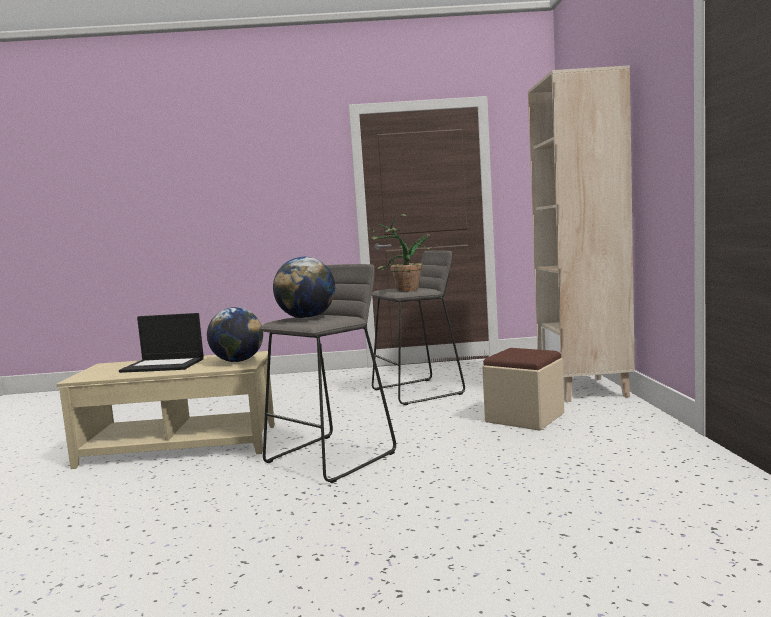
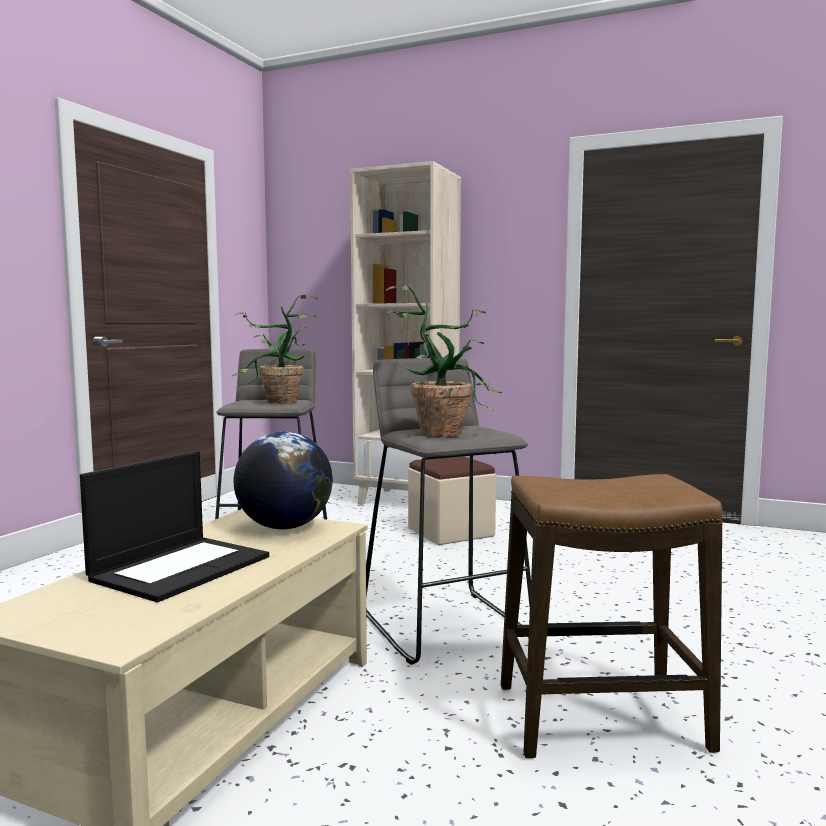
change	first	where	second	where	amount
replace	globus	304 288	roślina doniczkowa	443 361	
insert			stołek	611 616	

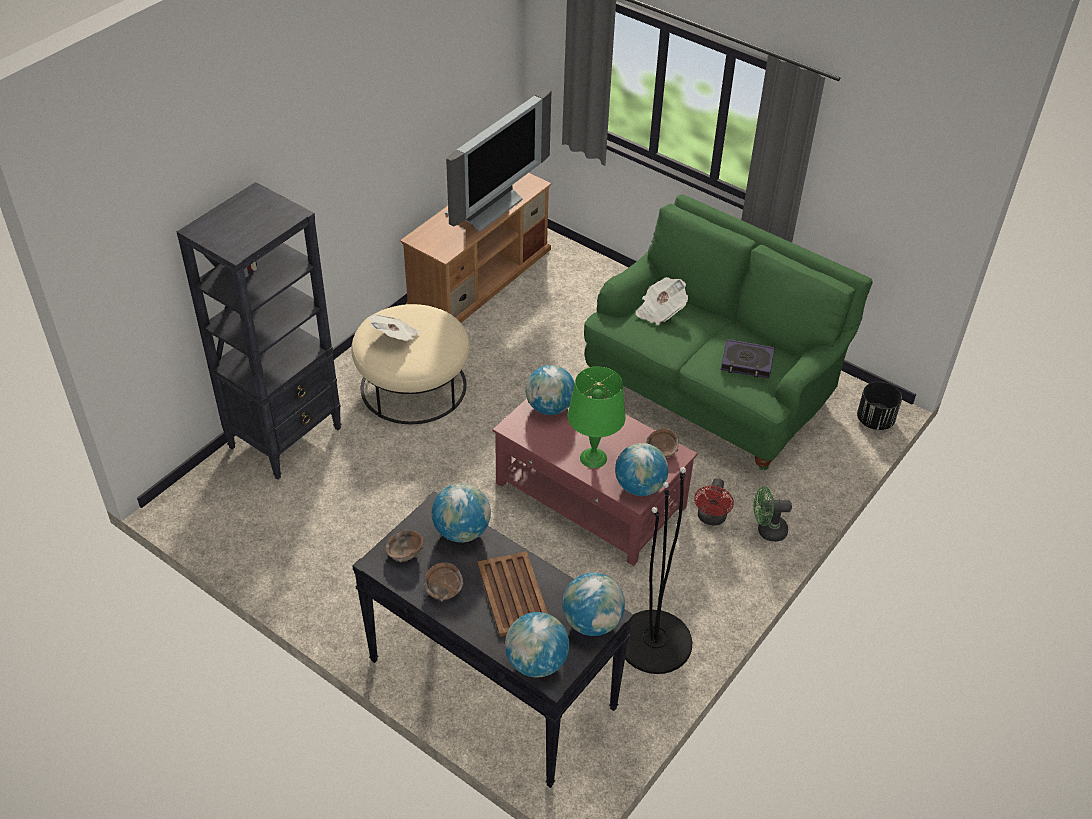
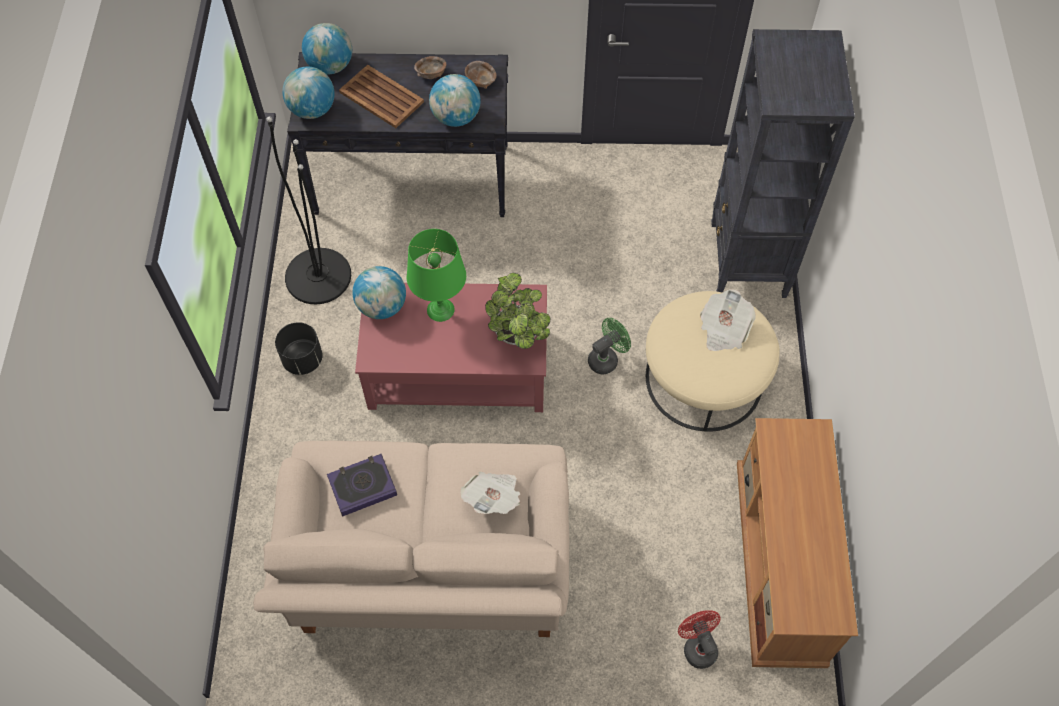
change	first	where	second	where	amount
recolor	kanapa/zielony	728 332	kanapa/beżowy	411 539	
move	donica/czarny	879 406		298 348	
replace	globus	550 390	roślina doniczkowa	517 311	
move	wentylator/zielony	772 514		609 346	
move	wentylator/czerwony	714 501		699 640	
delete	telewizor	498 160			
delete	miska/brązowy	662 443			

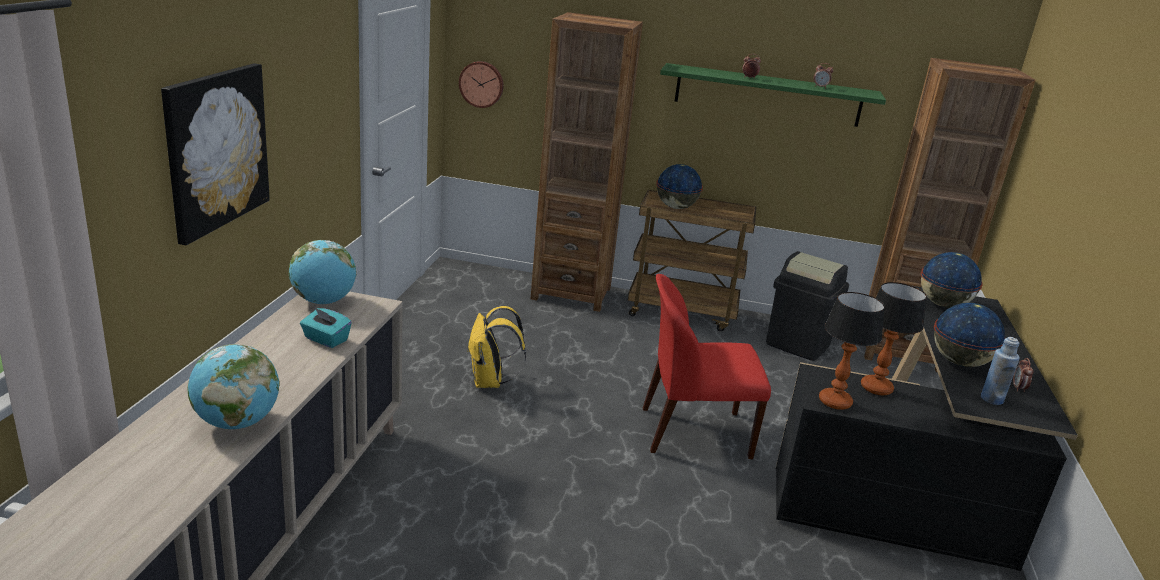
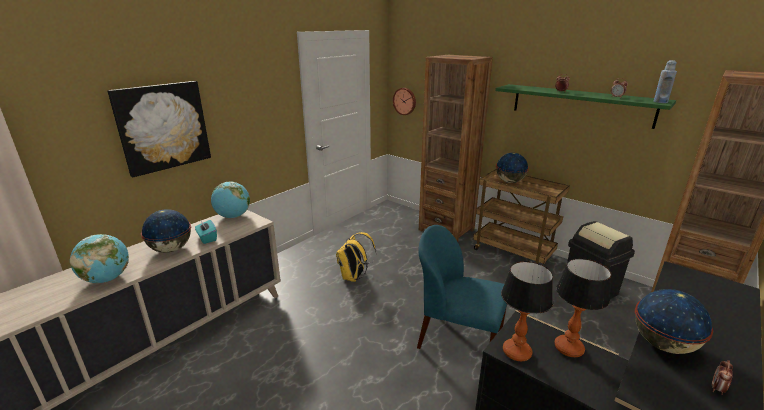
change	first	where	second	where	amount
move	globus	952 280		166 231	
recolor	krzesło/czerwony	707 366	krzesło/niebieski	462 287	
move	butelka/niebieski	1000 371		665 81	

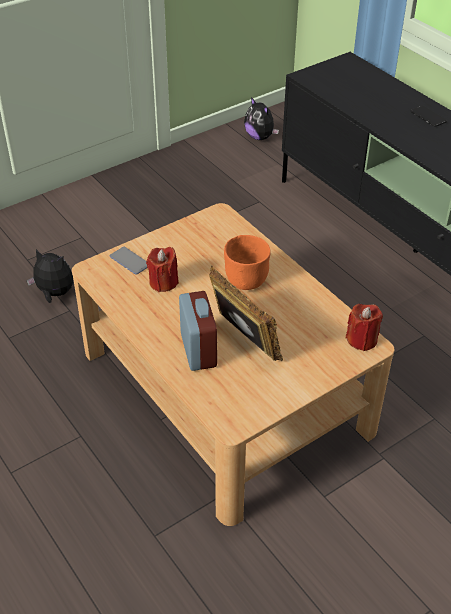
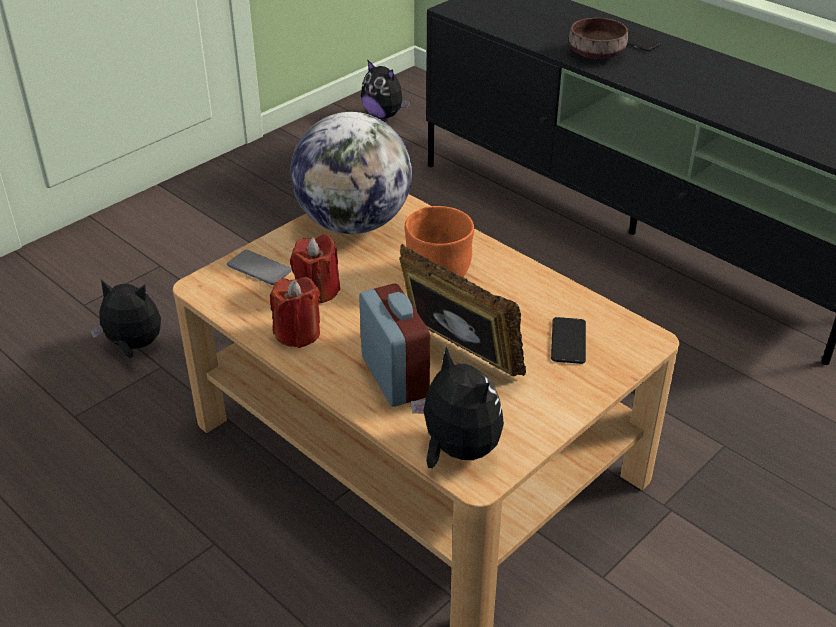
change	first	where	second	where	amount
move	świeca/czerwony	364 327		295 312	
insert			globus	351 173	
insert			pluszak	457 407	
insert			telefon	568 340	
insert			miska/brązowy	598 38	

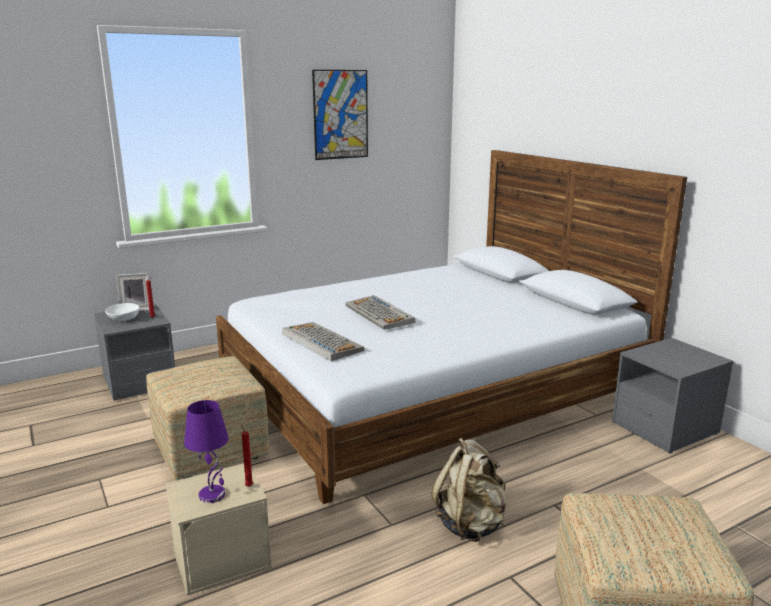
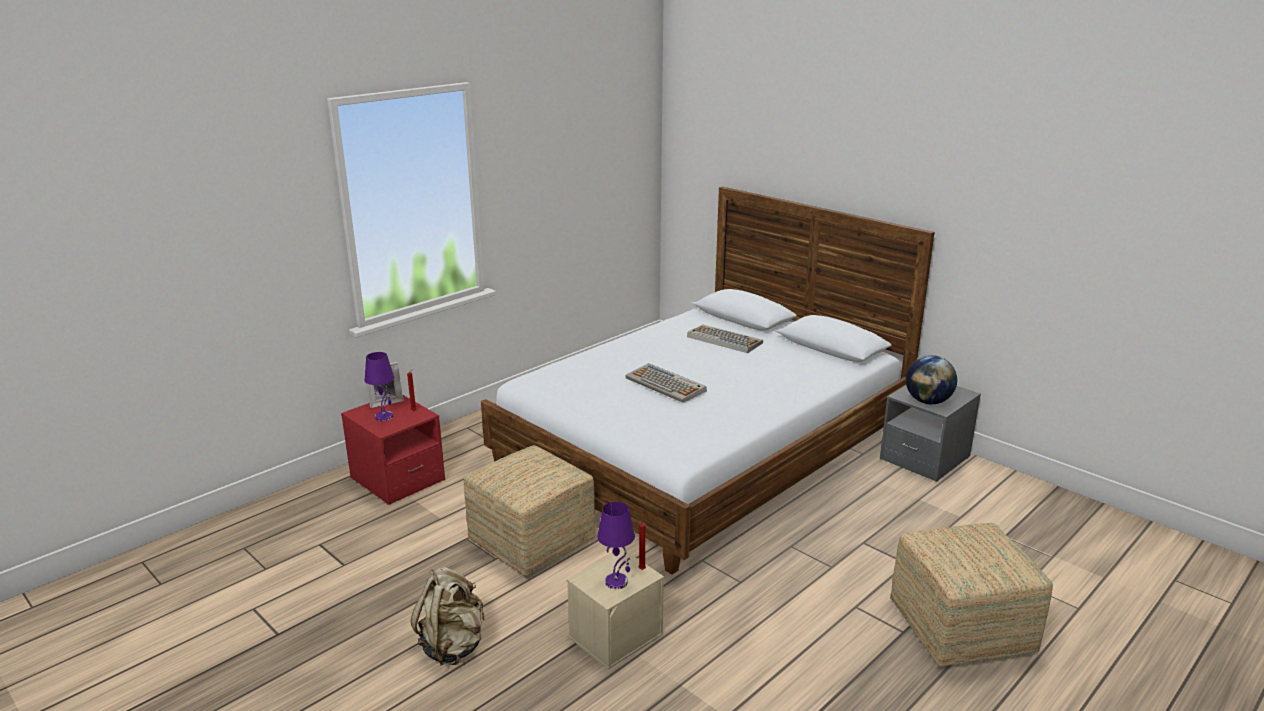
change	first	where	second	where	amount
recolor	szafka nocna/szary	134 352	szafka nocna/czerwony	393 450	
replace	miska/biały	122 312	lampa stołowa/fioletowy	379 386	
move	plecak/beżowy	469 490		447 616	
move	klawiatura	323 341		725 339	
insert			globus	931 379	
delete	obraz	340 115			

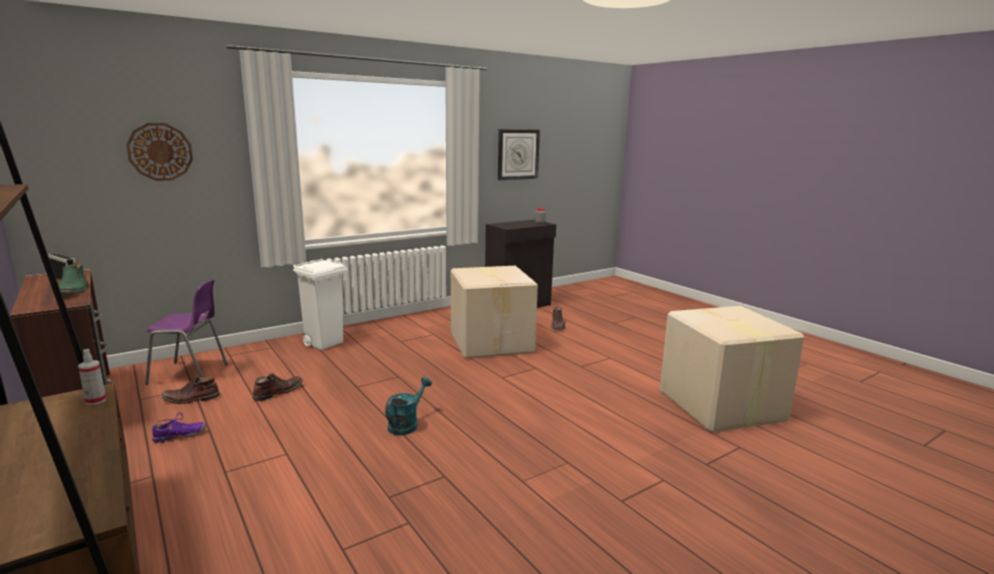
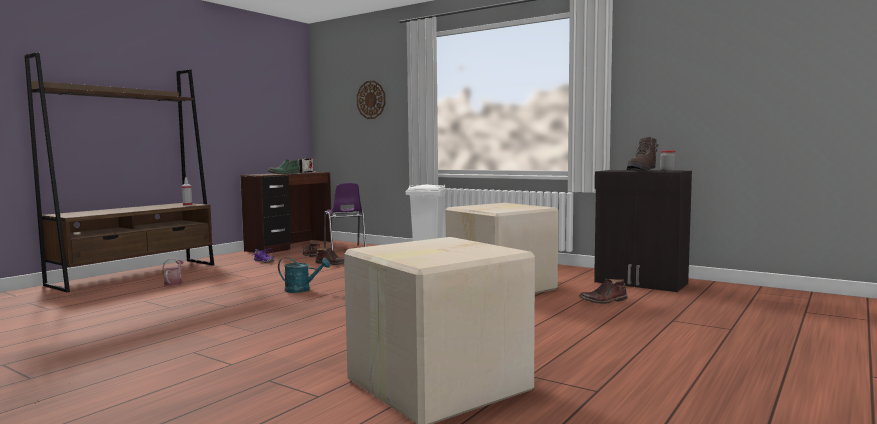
change	first	where	second	where	amount
insert			konewka	173 272	
insert			but z cholewką/brązowy	642 154	
delete	zegar ścienny	519 154			

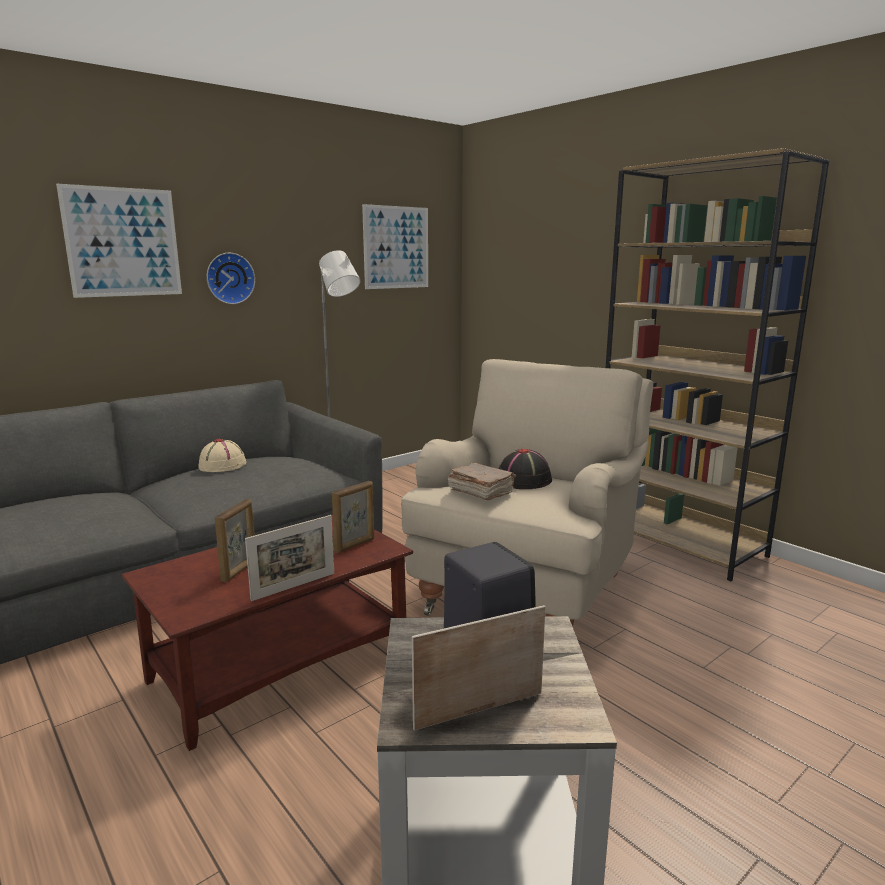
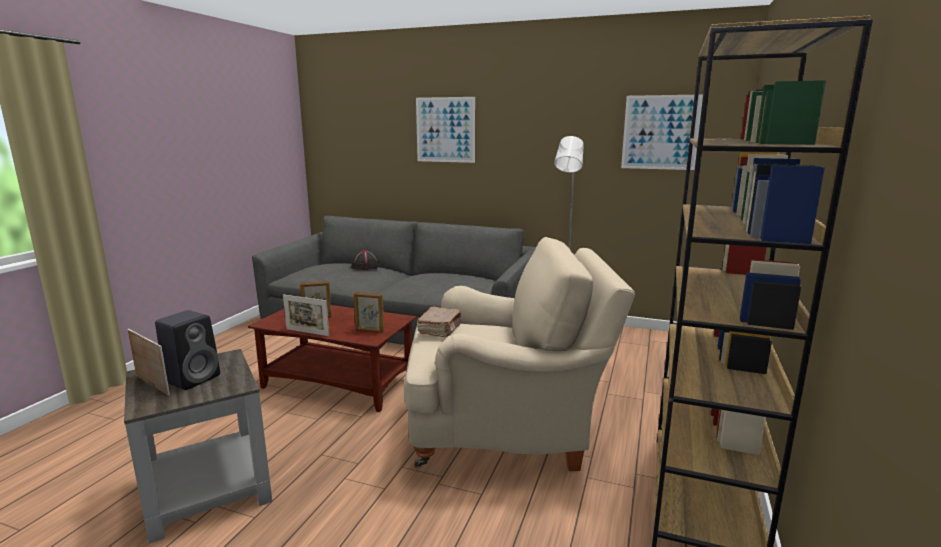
change	first	where	second	where	amount
move	kapelusz/czarny	525 469		365 260	
delete	kapelusz/beżowy	222 455			
delete	zegar ścienny	231 278			

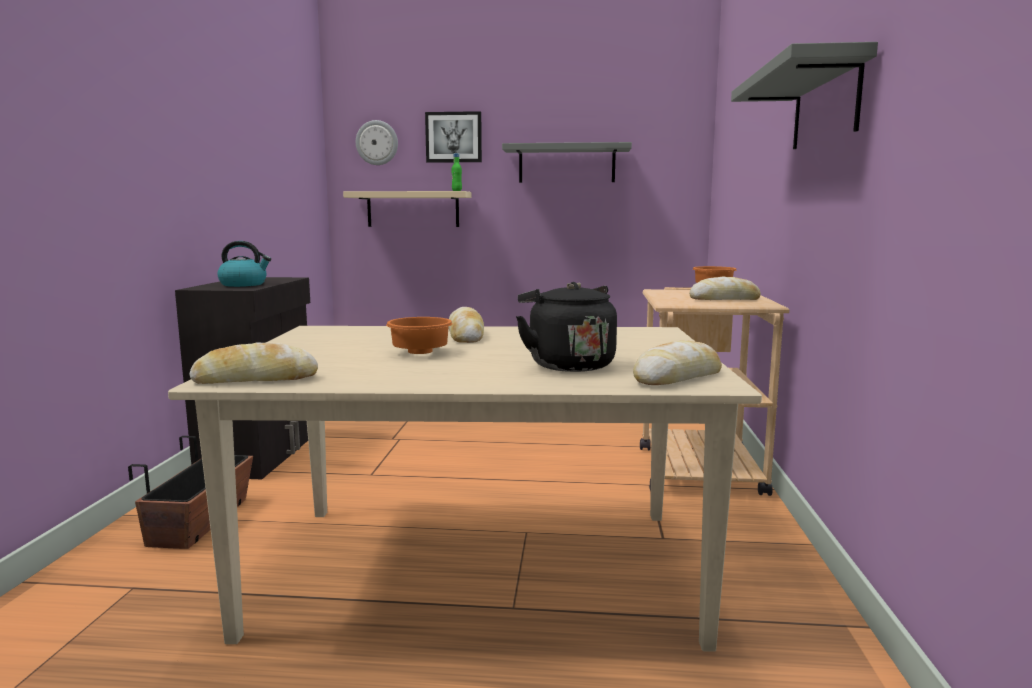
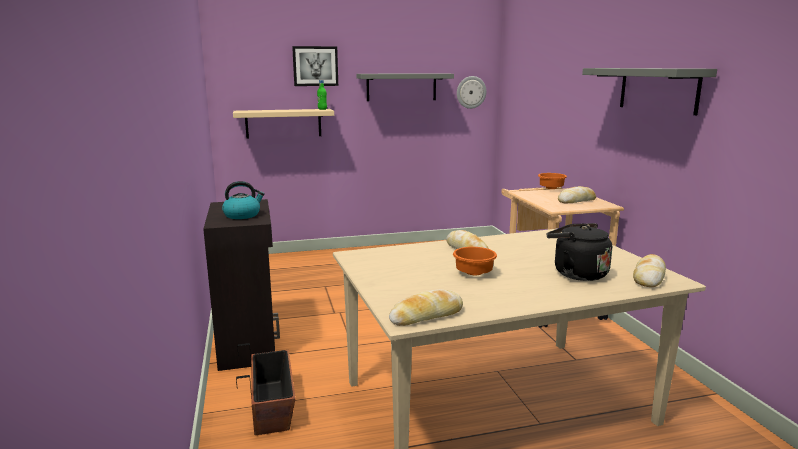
change	first	where	second	where	amount
move	zegar ścienny	377 142		472 92	

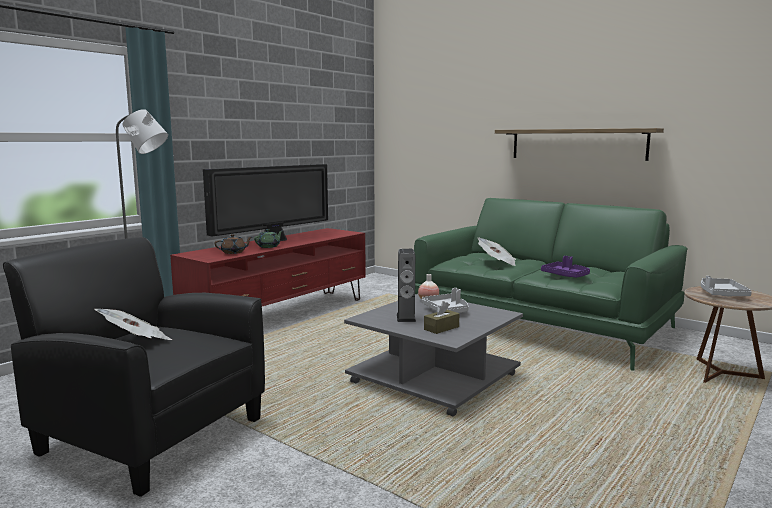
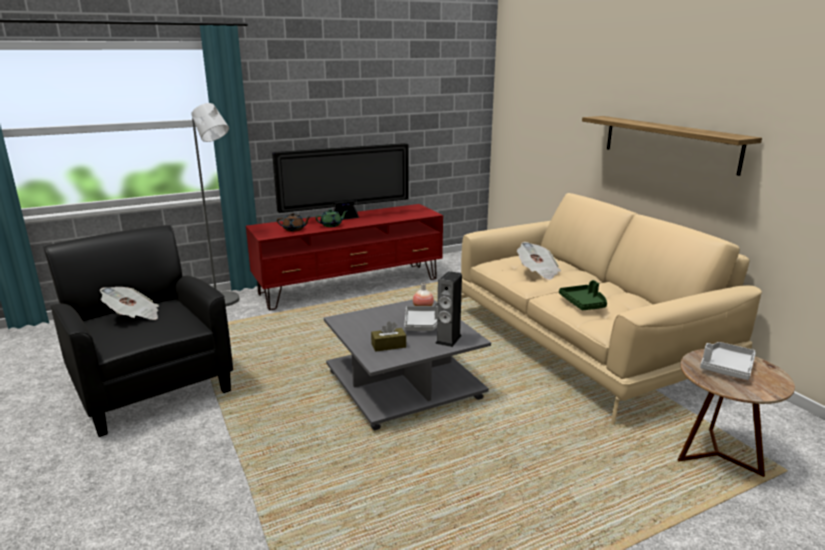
change	first	where	second	where	amount
move	głośnik	406 285		448 309	
recolor	kanapa/zielony	550 284	kanapa/beżowy	611 309	
recolor	taca/fioletowy	565 267	taca/zielony	583 295	

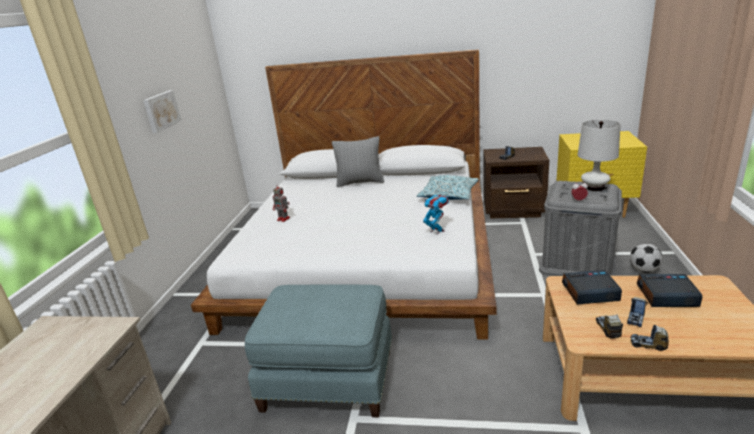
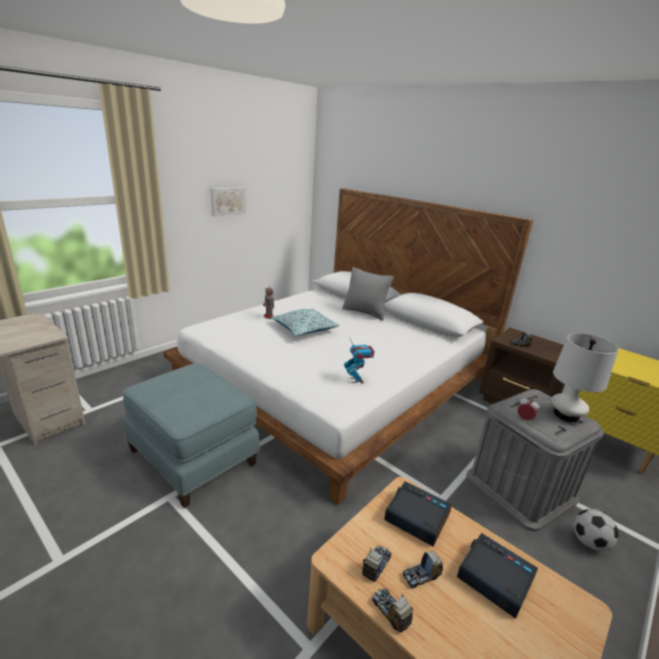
change	first	where	second	where	amount
move	poduszka	447 187		304 322	

